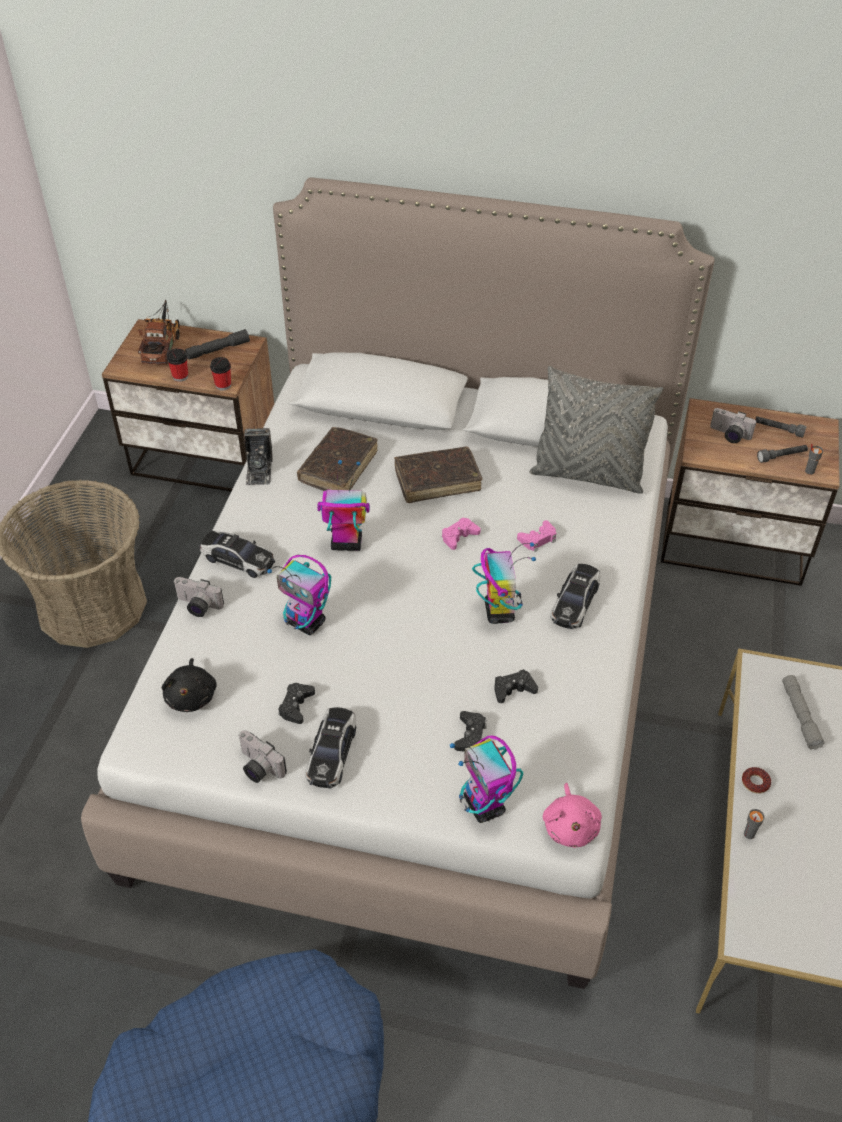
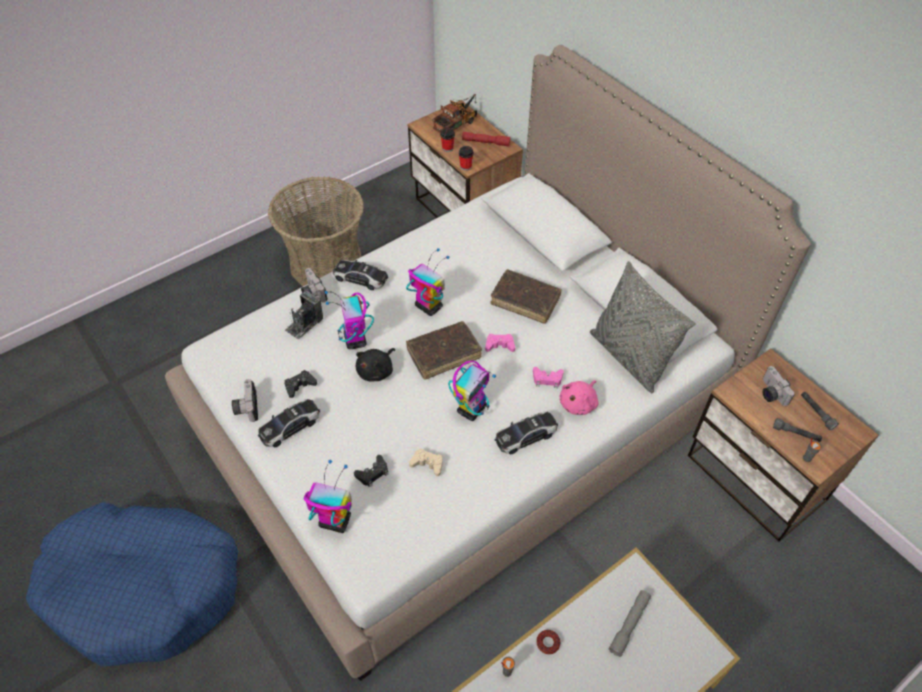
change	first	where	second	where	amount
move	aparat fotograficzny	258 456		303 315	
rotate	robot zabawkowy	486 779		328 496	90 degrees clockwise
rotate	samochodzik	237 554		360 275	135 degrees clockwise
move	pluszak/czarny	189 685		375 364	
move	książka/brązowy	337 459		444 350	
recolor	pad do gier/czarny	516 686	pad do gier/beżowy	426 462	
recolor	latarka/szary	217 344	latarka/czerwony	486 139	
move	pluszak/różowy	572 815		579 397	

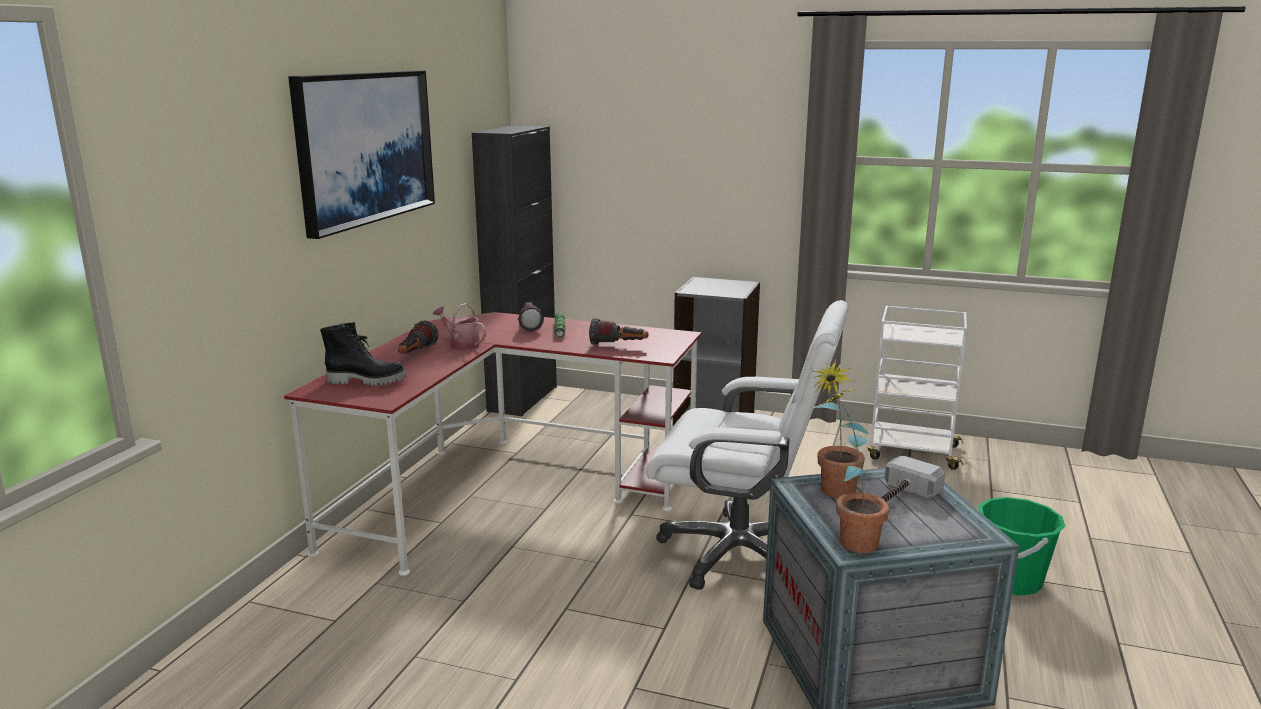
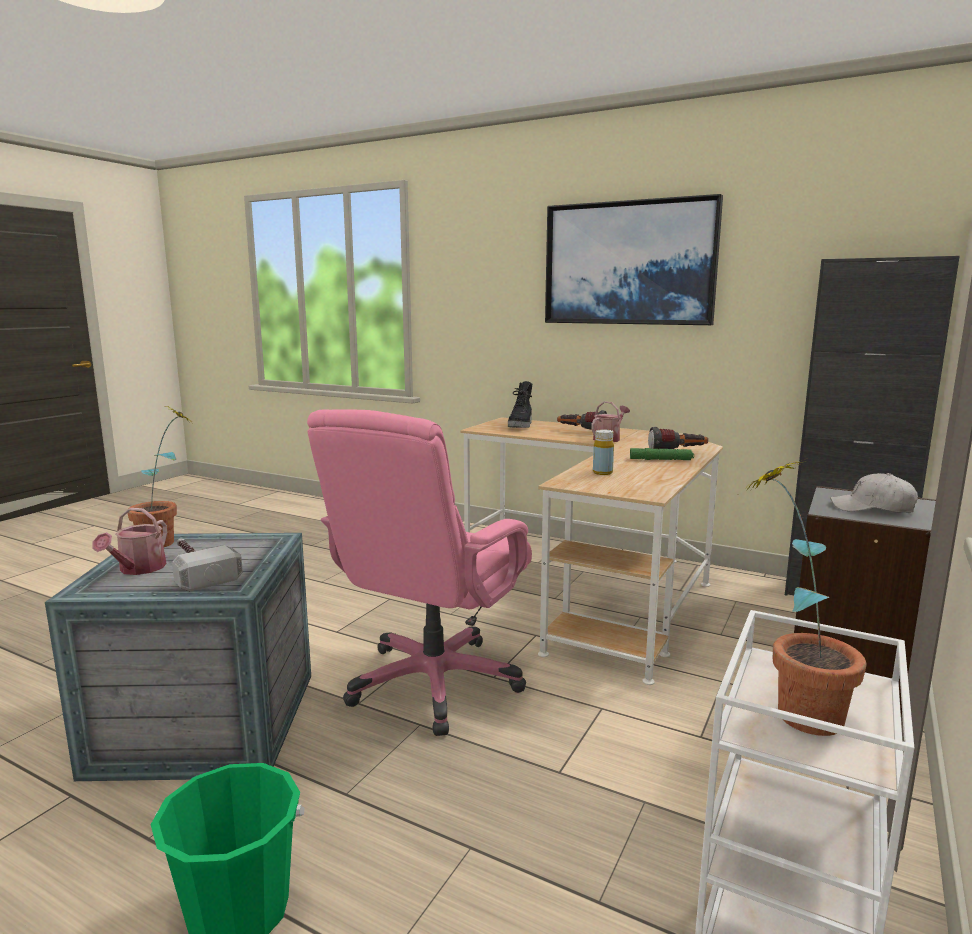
change	first	where	second	where	amount
insert			konewka	129 541	
recolor	krzesło biurowe/biały	747 445	krzesło biurowe/różowy	419 572	
recolor	biurko/czerwony	493 444	biurko/beżowy	591 551	
replace	latarka	618 331	butelka/żółty	603 452	
move	roślina doniczkowa	839 428		802 597	
insert			czapka z daszkiem/biały	874 493	

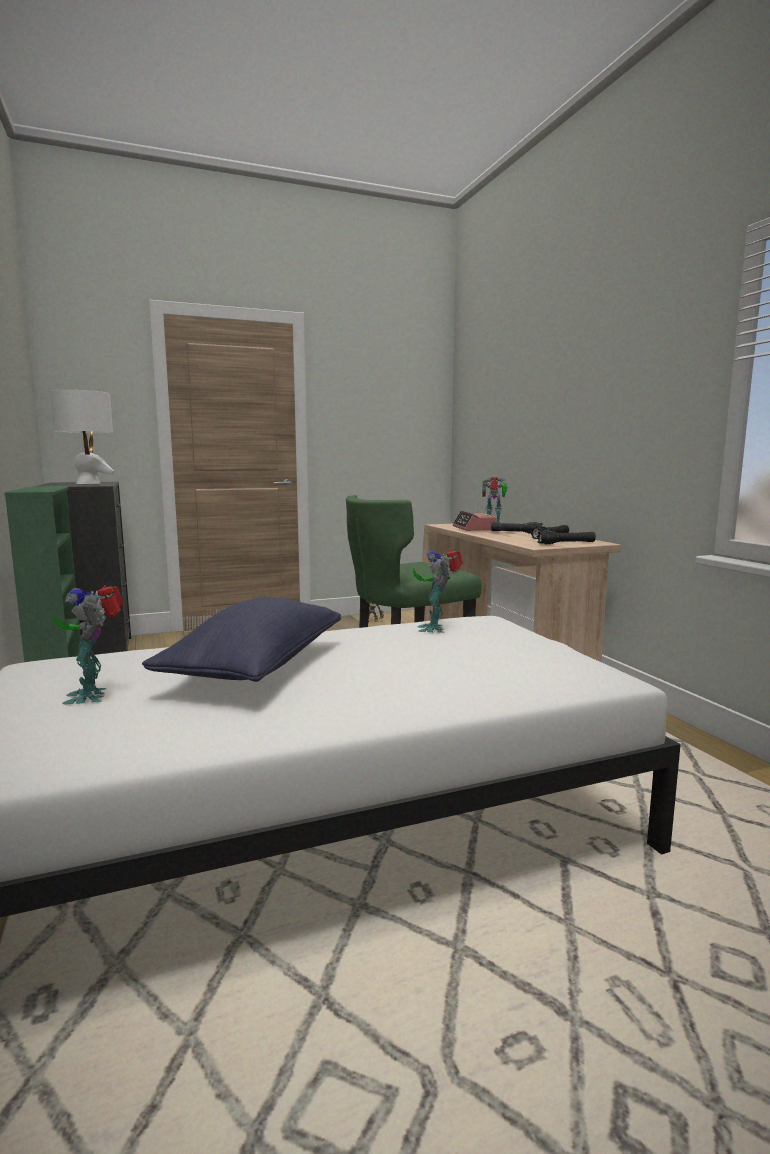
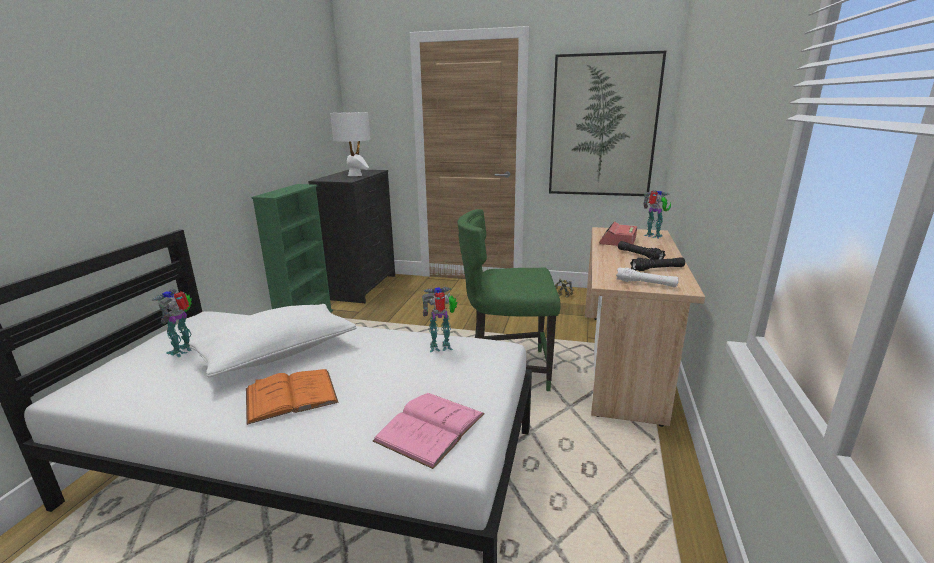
change	first	where	second	where	amount
recolor	poduszka/niebieski	241 639	poduszka/biały	272 340	
insert			książka/pomarańczowy	292 397	
insert			książka/różowy	429 431	
rotate	robot zabawkowy	438 591		439 319	45 degrees clockwise
insert			obraz	607 123	
recolor	latarka/czarny	566 537	latarka/biały	647 277	

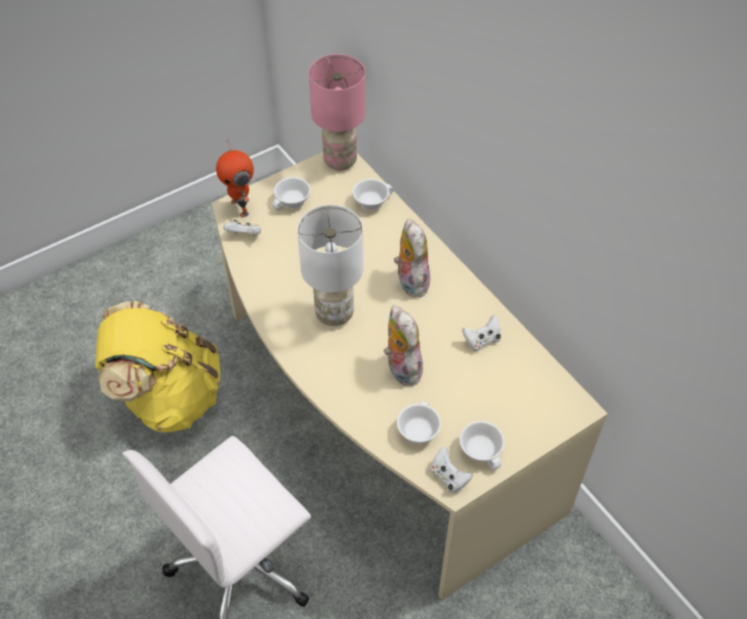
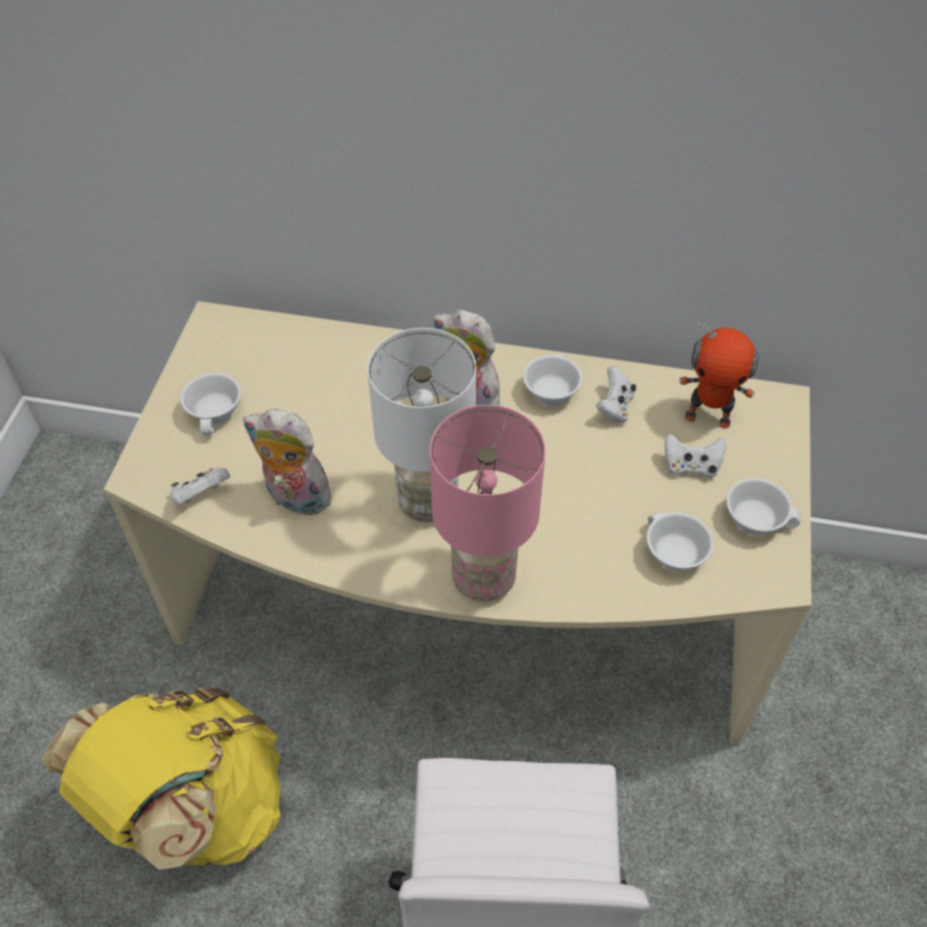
change	first	where	second	where	amount
move	pluszak	403 345		287 462	
move	lampa stołowa/różowy	337 112		488 503	
move	filiżanka/biały	372 194		552 379	
move	pad do gier/biały	451 470		695 456	
move	robot zabawkowy	235 177		719 374	

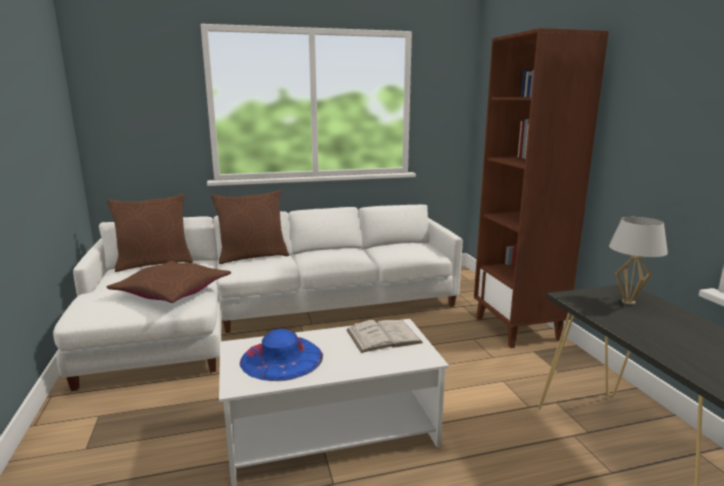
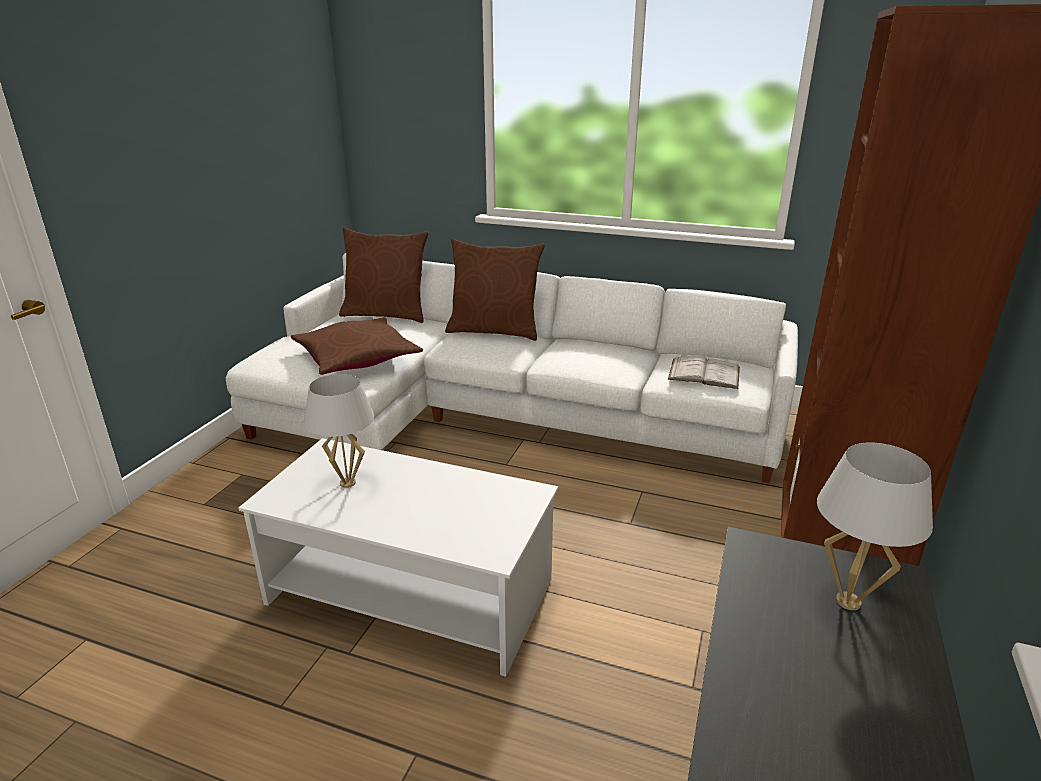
change	first	where	second	where	amount
replace	kapelusz/niebieski	281 355	lampa stołowa/biały	339 431	
move	książka/biały	384 336		704 371	

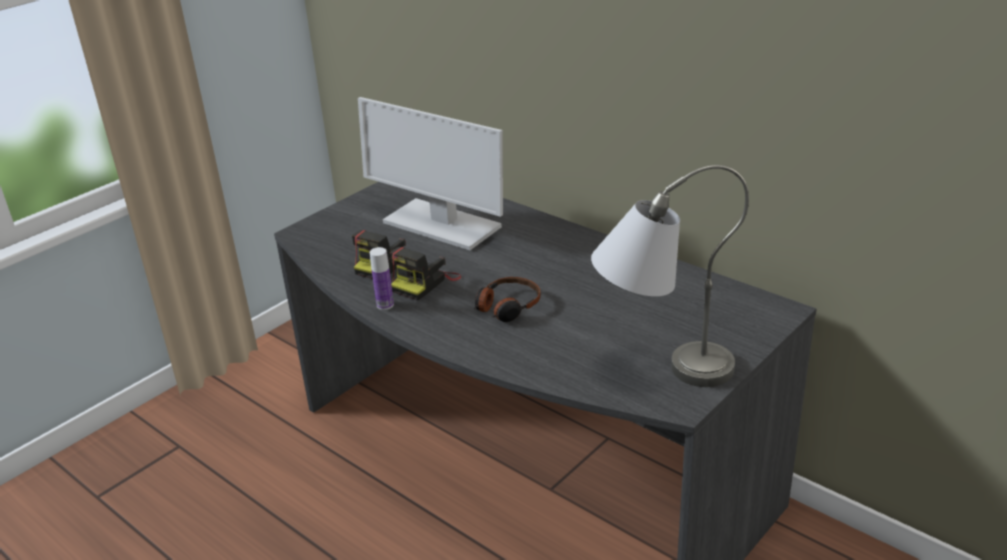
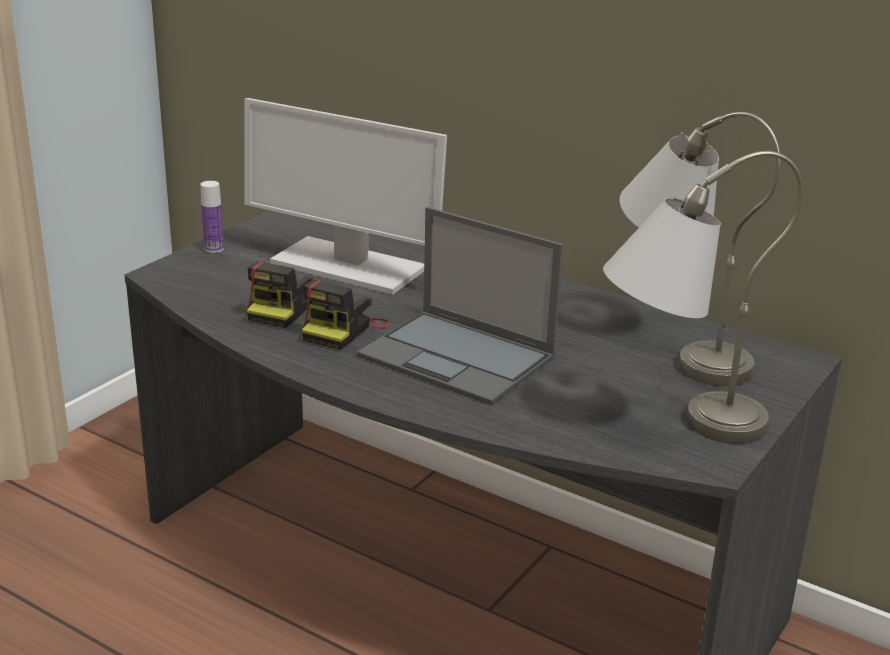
change	first	where	second	where	amount
move	butelka	382 278		212 217	
replace	słuchawki	507 299	laptop	460 306	
insert			lampa stołowa/szary	700 249	

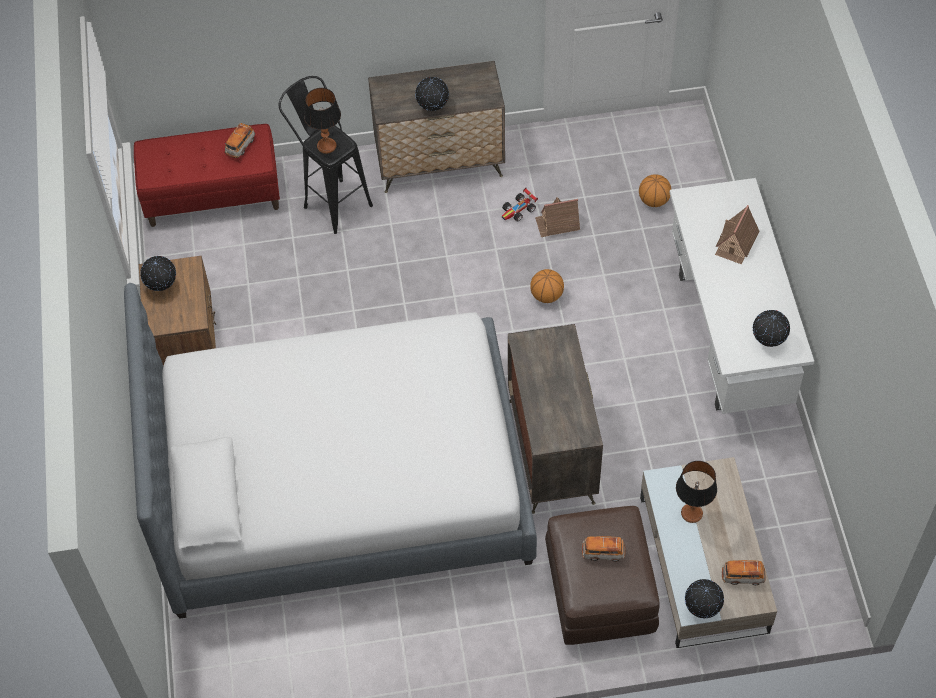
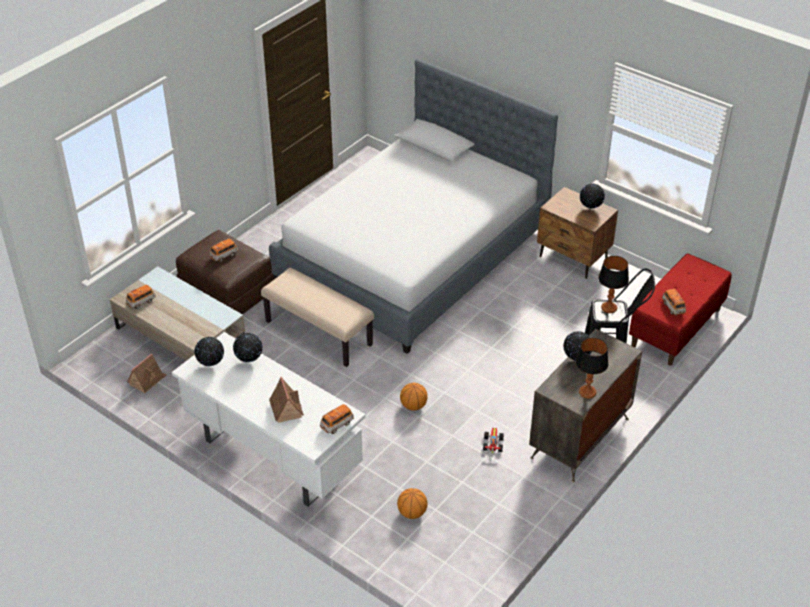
change	first	where	second	where	amount
move	domek	557 217		147 373	
move	globus	704 598		248 347	
replace	komoda	555 419	ławka/beżowy	317 317	
insert			samochodzik	337 419	
move	lampa stołowa	696 492		592 368	

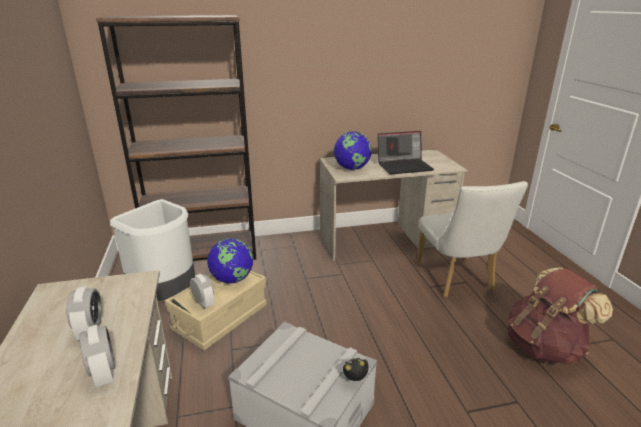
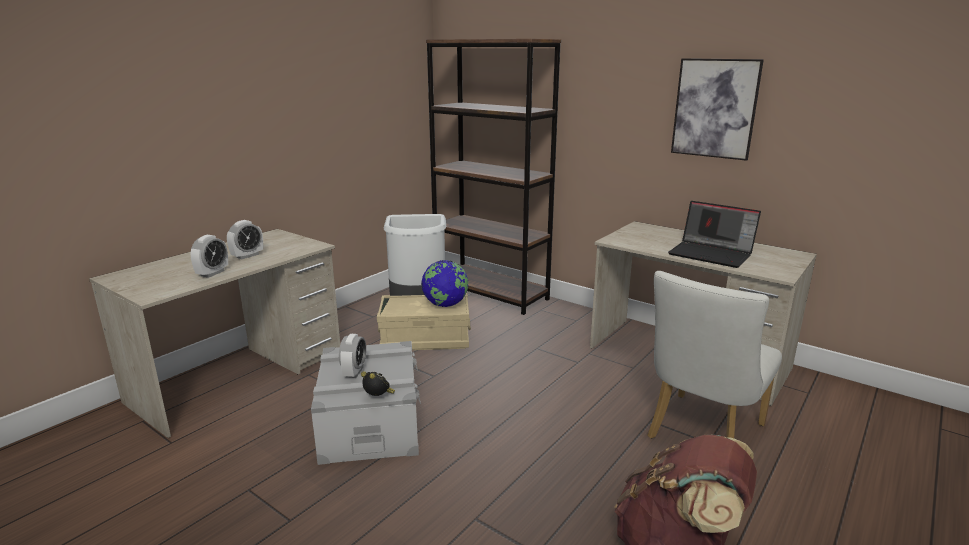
change	first	where	second	where	amount
move	budzik	202 291		352 356	
insert			obraz	717 109	
delete	globus	353 151			

